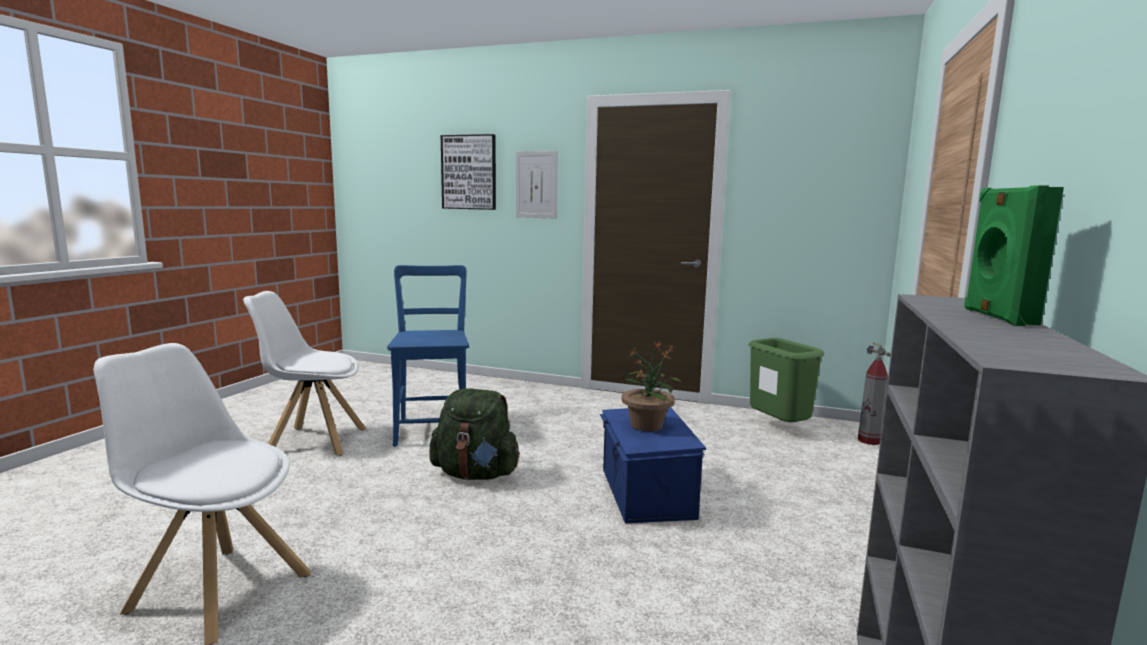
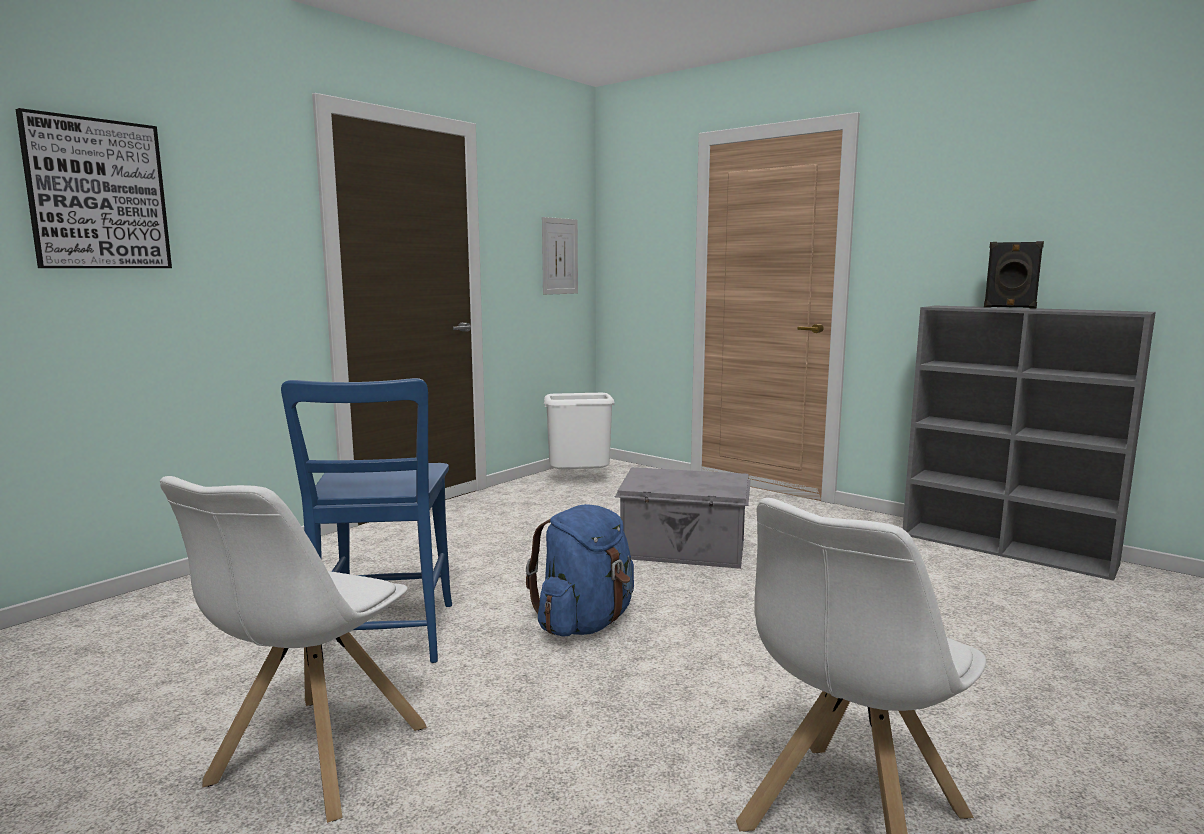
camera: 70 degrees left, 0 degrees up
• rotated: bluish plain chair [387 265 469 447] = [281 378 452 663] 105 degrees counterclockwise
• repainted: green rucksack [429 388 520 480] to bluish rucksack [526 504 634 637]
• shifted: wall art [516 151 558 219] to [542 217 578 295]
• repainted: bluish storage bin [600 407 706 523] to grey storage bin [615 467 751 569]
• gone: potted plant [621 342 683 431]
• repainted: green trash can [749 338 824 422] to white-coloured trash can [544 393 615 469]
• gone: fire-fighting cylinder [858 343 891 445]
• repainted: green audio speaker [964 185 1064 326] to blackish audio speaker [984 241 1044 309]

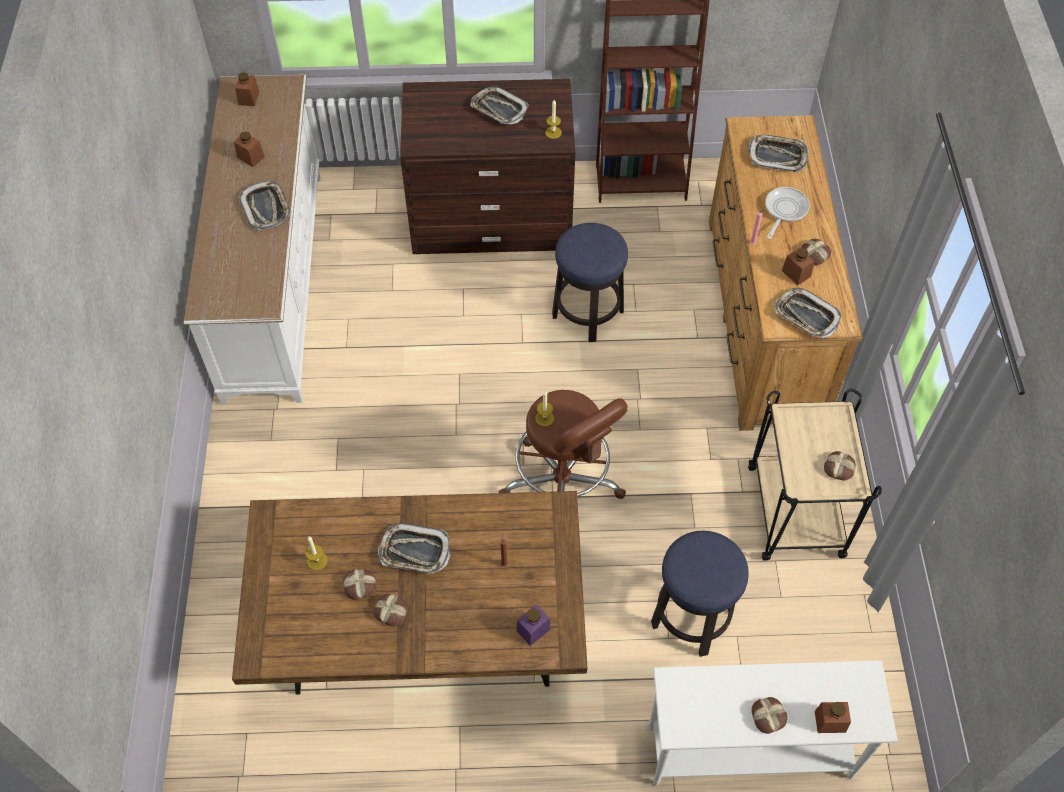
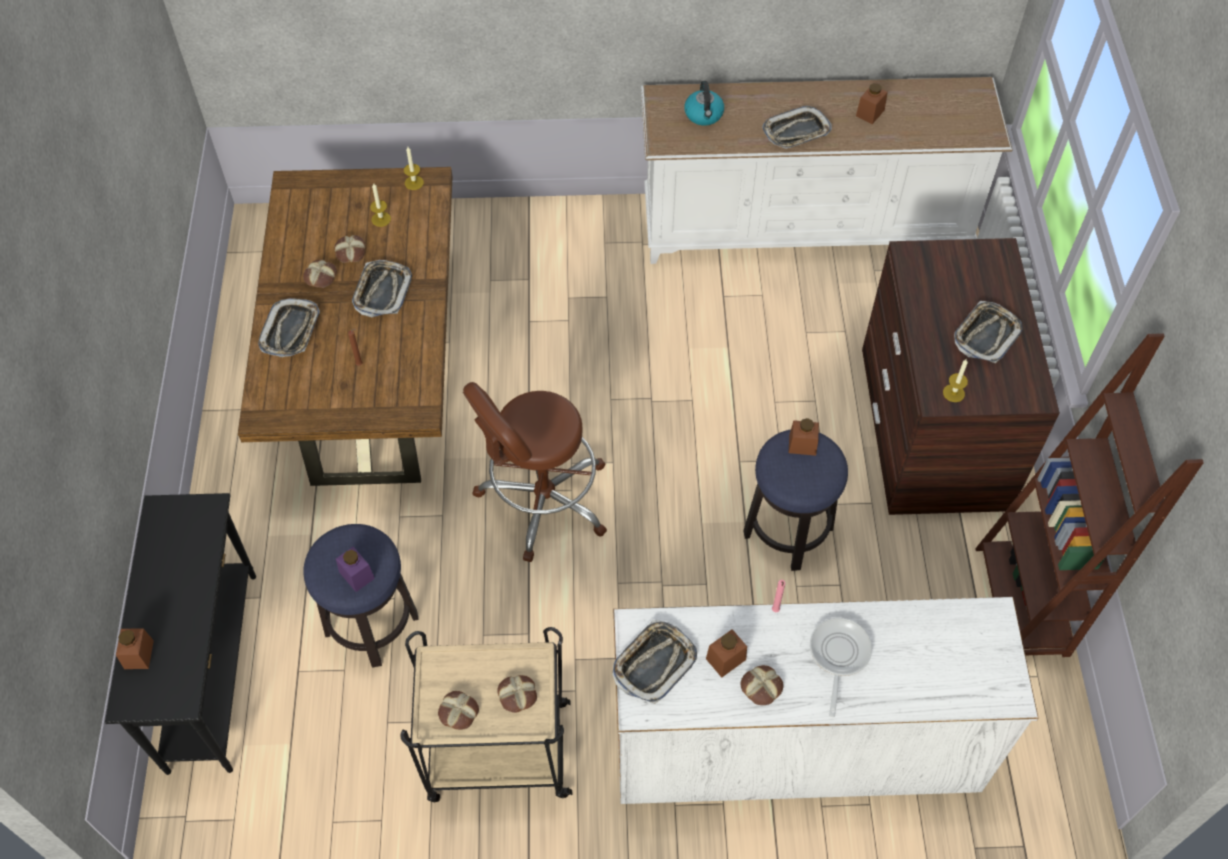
camera: 90 degrees right, 0 degrees up
• shifted: brownish preserve jar [235 72 259 106] to [789 418 819 456]
• shifted: purplish preserve jar [516 604 551 646] to [336 547 375 592]
• shifted: wax light [535 391 554 426] to [404 147 424 190]
• repainted: white-coloured narrow table [649 660 898 786] to blackish narrow table [105 493 256 775]
• repainted: brownish chest of drawers [709 115 863 431] to white-coloured chest of drawers [613 597 1039 804]
• shifted: tray [748 135 809 172] to [258 298 320 357]
• shifted: baked bread [752 697 788 734] to [497 675 537 713]
• rotated: pan [765 187 810 240] = [810 618 872 717] 105 degrees counterclockwise
• new: kettle [684 81 724 126]

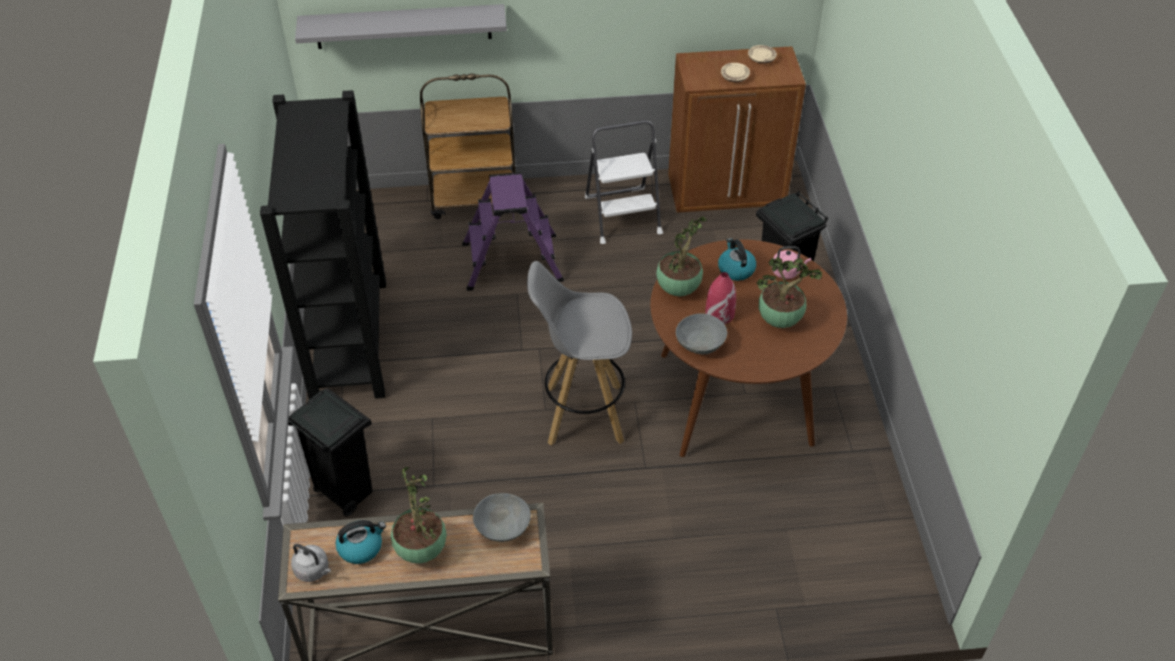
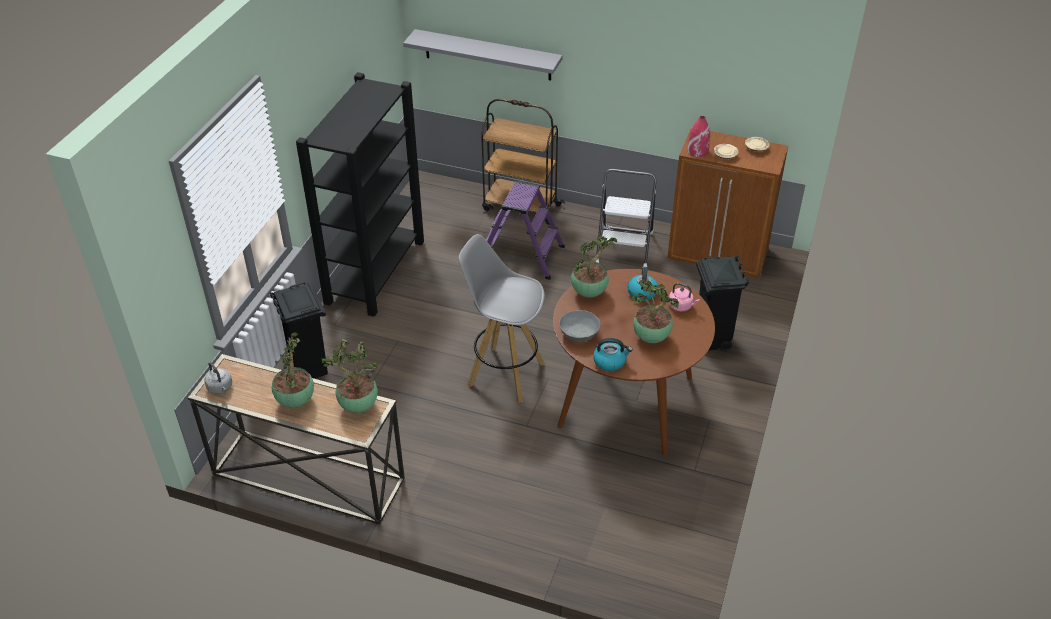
camera: 25 degrees right, 5 degrees down
• shifted: kettle [335 520 386 564] to [593 338 633 371]
• swapped: grey serving bowl [473 493 531 542] to potted plant [322 339 378 413]
• shifted: red flower vase [705 272 736 324] to [688 116 710 157]

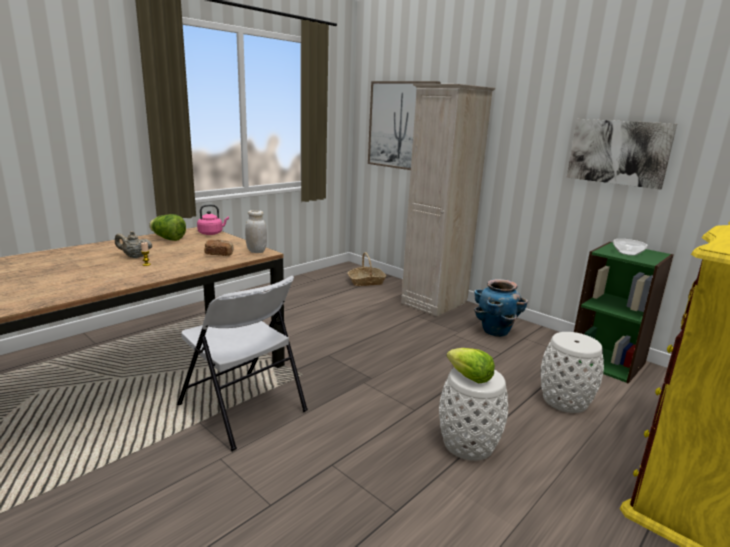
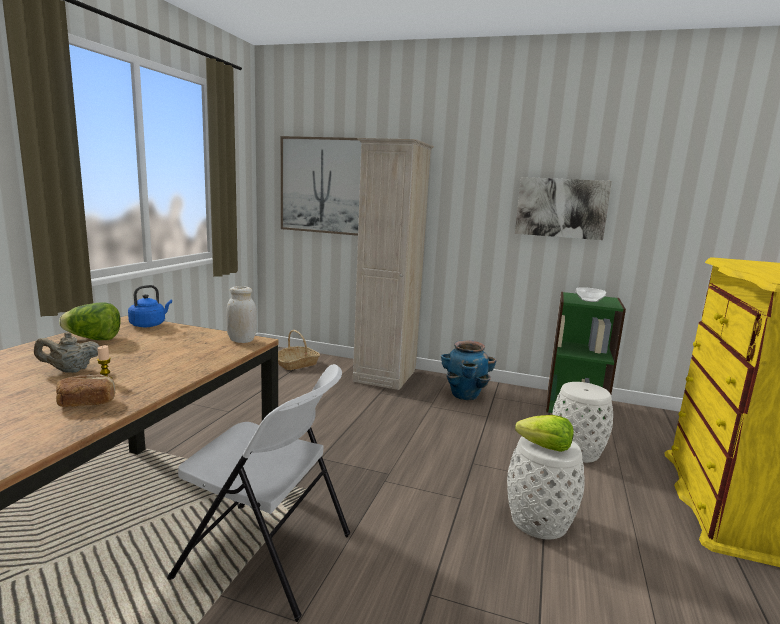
camera: 25 degrees left, 5 degrees down
• repainted: pink kettle [197 204 229 235] to bluish kettle [128 285 172 327]
• shifted: baked bread [204 240 233 256] to [56 375 115 407]

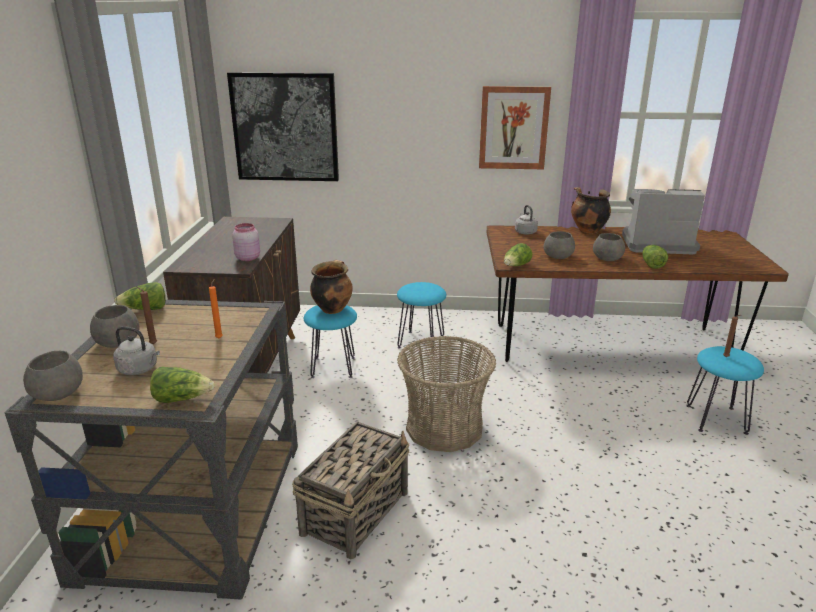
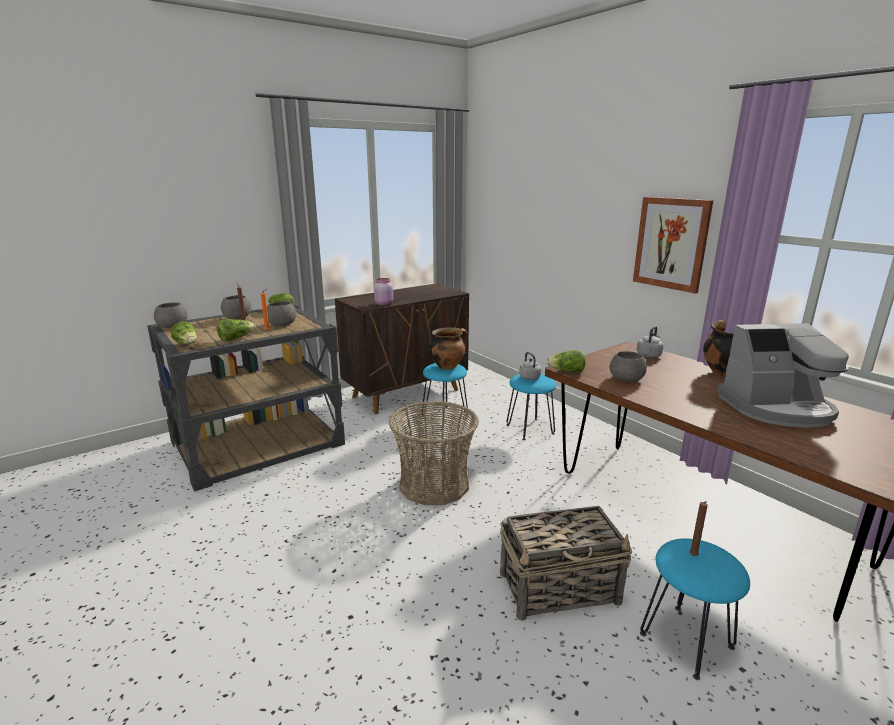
camera: 50 degrees right, 5 degrees down
• shifted: grey kettle [113 326 160 375] to [519 352 541 380]
• gone: wall art [227 72 339 181]
• shifted: household basket [292 421 410 559] to [500 506 632 621]
• shifted: grey serving bowl [593 233 625 261] to [267 301 296 326]
• rotated: coffee machine [622 189 705 254] = [717 323 849 428] 120 degrees clockwise
• shifted: lettuce head [642 245 668 269] to [217 319 256 341]

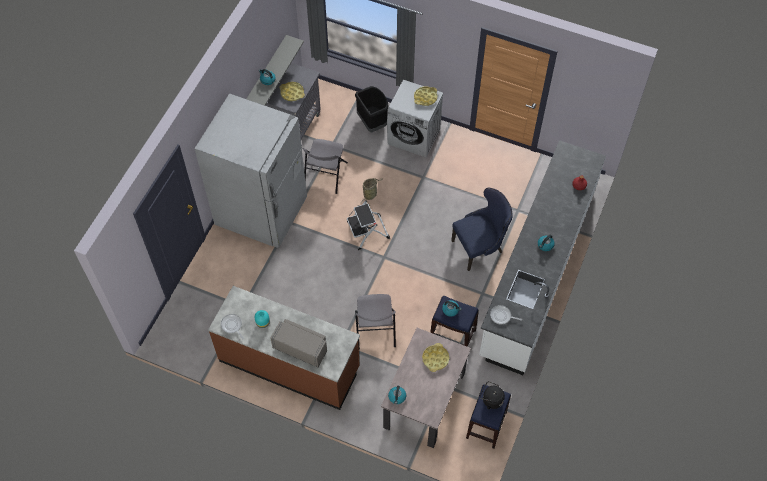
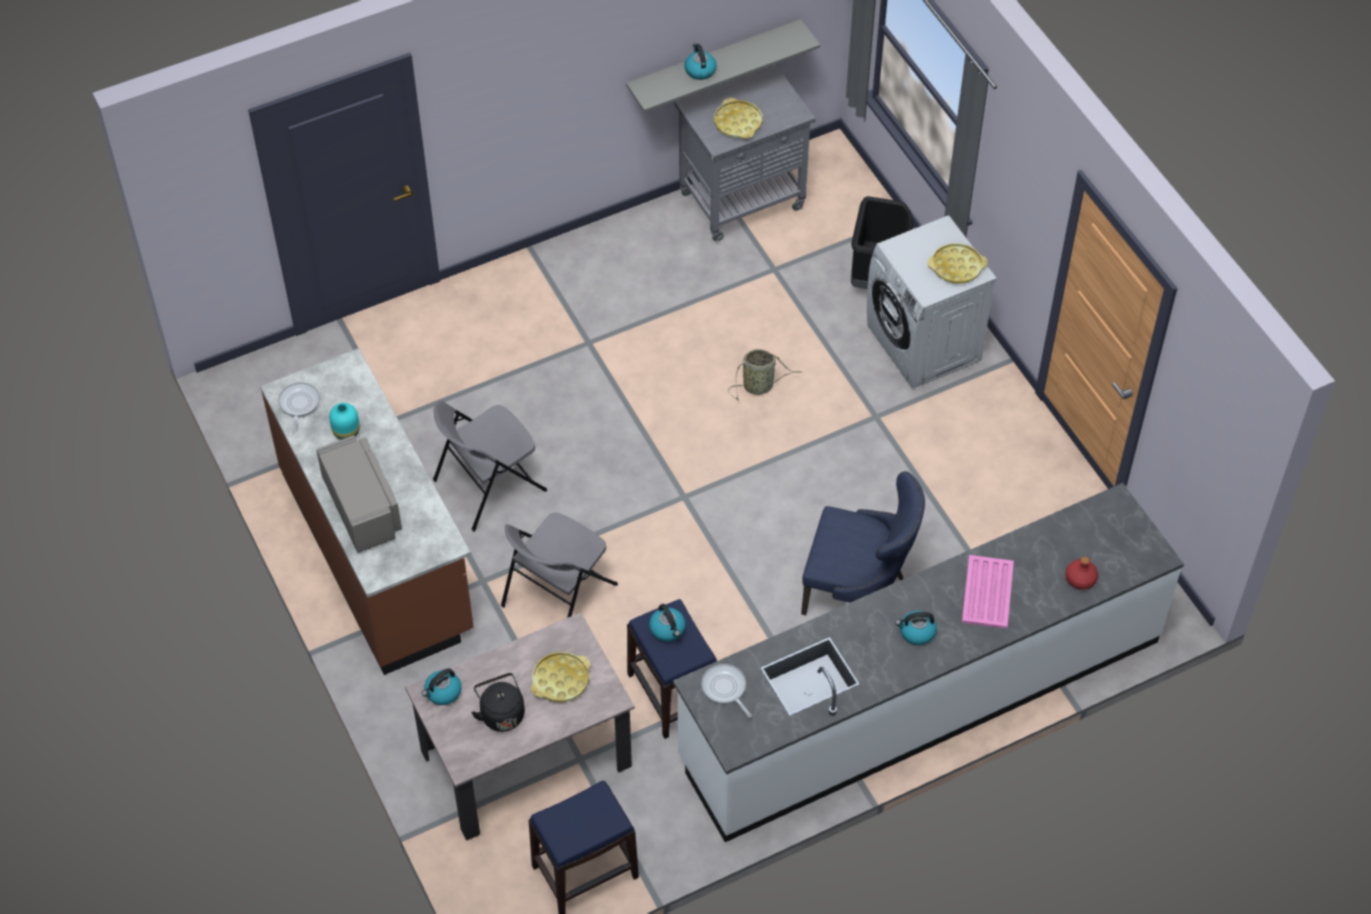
camera: 40 degrees right, 5 degrees down
• gone: white-coloured kitchen fridge [194 93 307 248]
• shifted: grey plain chair [302 139 348 194] to [433 400 547 532]
• gone: stepladder [347 200 390 250]
• shifted: blackish kettle [480 381 505 409] to [472 673 525 732]
• new: pink tray [962 555 1014 629]

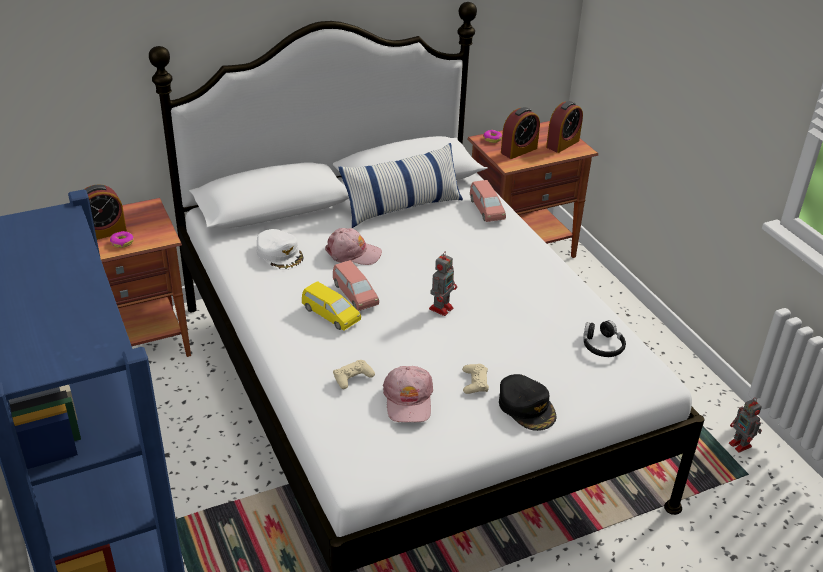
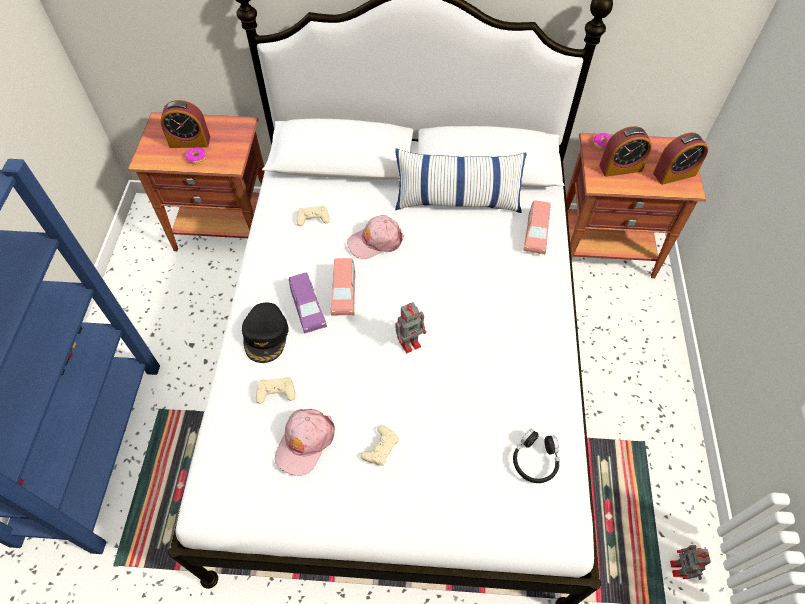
camera: 30 degrees right, 20 degrees up
• swapped: white-coloured baseball cap [256 229 304 270] to beige-coloured game controller [297 206 330 226]
• repainted: yellow model car [302 281 361 331] to purplish model car [289 272 327 334]
• rotated: pink baseball cap [325 228 382 265] = [347 215 404 259] 120 degrees clockwise
• shifted: blackish baseball cap [499 374 556 431] to [242 303 289 363]

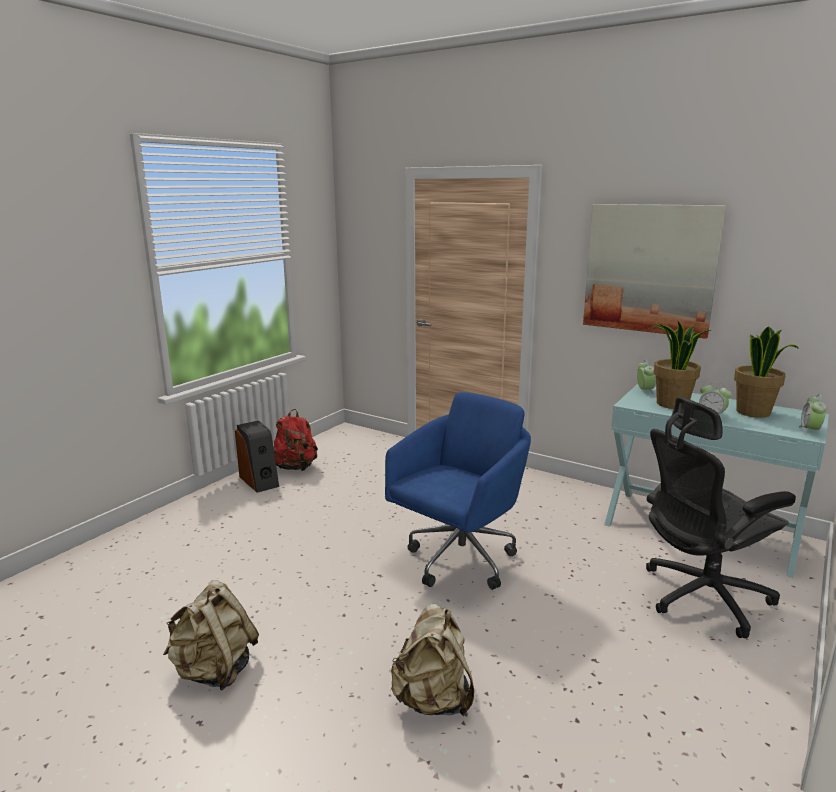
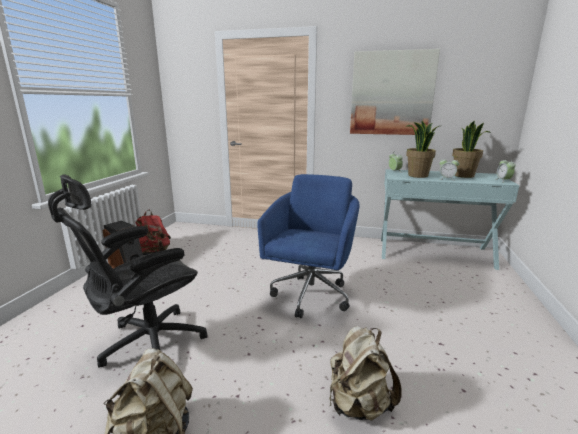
camera: 20 degrees left, 0 degrees up
• shifted: desk chair [646 397 796 638] to [48 174 207 368]

